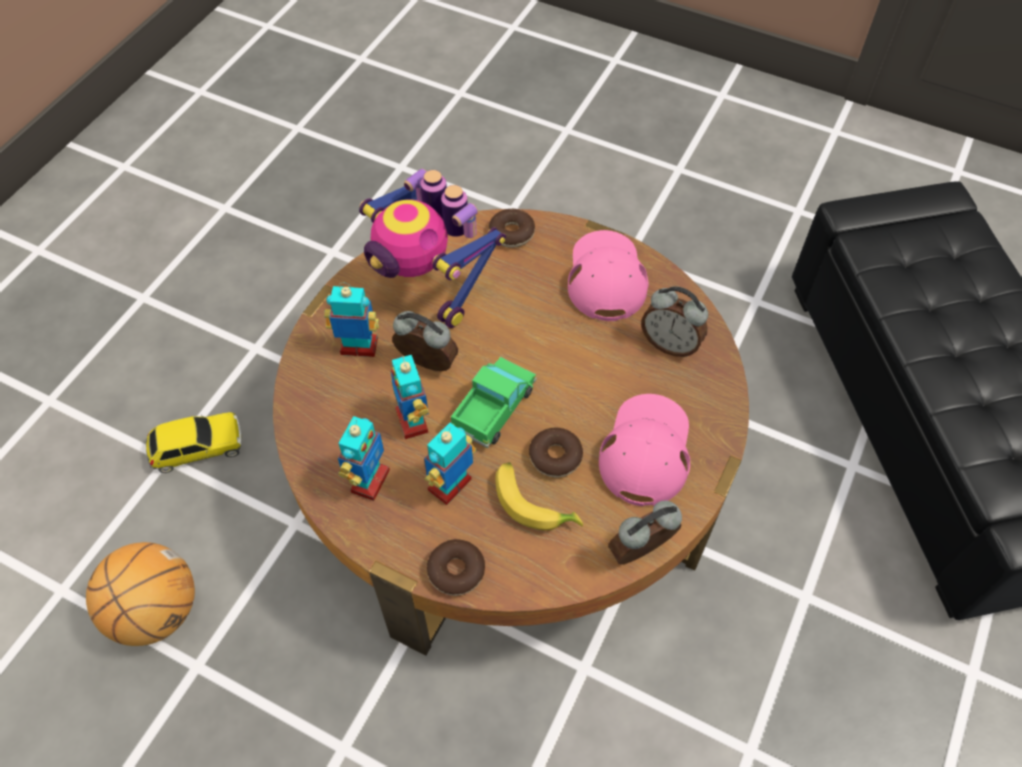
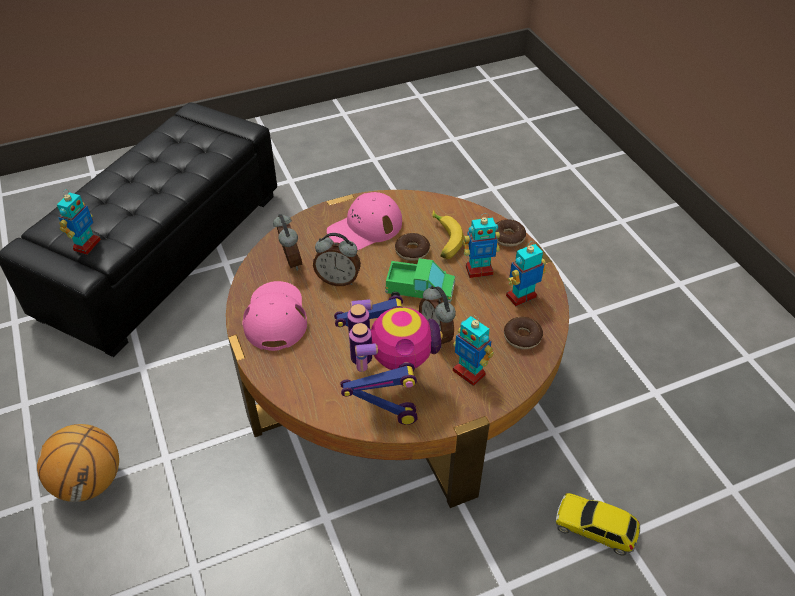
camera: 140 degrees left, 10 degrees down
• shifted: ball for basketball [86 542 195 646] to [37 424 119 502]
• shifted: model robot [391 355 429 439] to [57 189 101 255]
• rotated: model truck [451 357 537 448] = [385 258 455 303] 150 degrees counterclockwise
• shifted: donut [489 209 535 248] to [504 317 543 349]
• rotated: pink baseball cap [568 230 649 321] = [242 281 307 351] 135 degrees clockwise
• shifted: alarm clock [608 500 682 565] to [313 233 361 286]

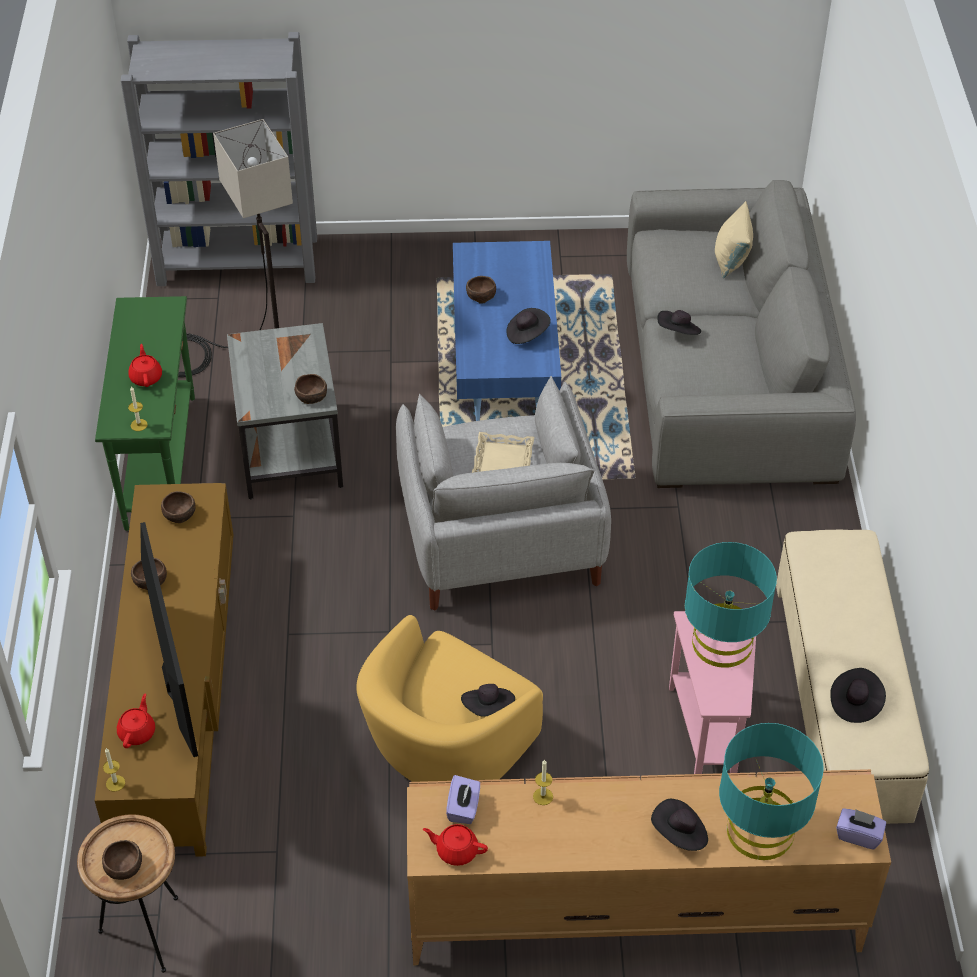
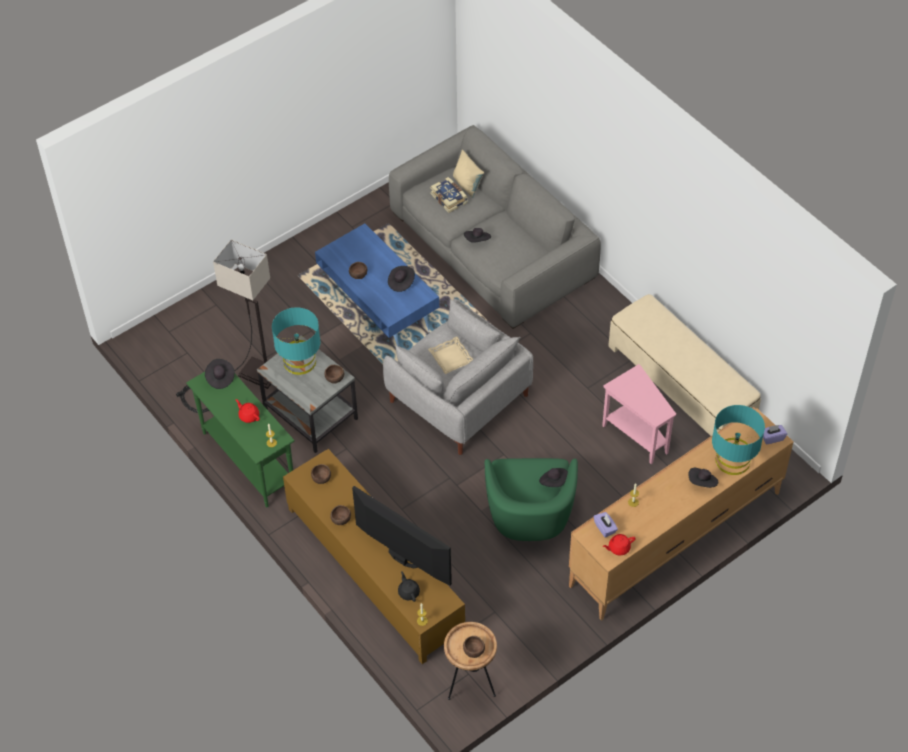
camera: 35 degrees left, 5 degrees up
• repainted: red teapot [117 694 155 748] to blackish teapot [398 571 420 602]
• gone: grey bookcase [121 32 317 286]
• repainted: yellow armchair [356 615 543 782] to green armchair [485 458 578 541]
• shifted: blue-green tabletop lamp [685 542 777 668] to [272 307 321 375]
• shifted: blackish clothing hat [830 668 886 723] to [205 359 235 389]
• new: bound book [430 177 468 213]

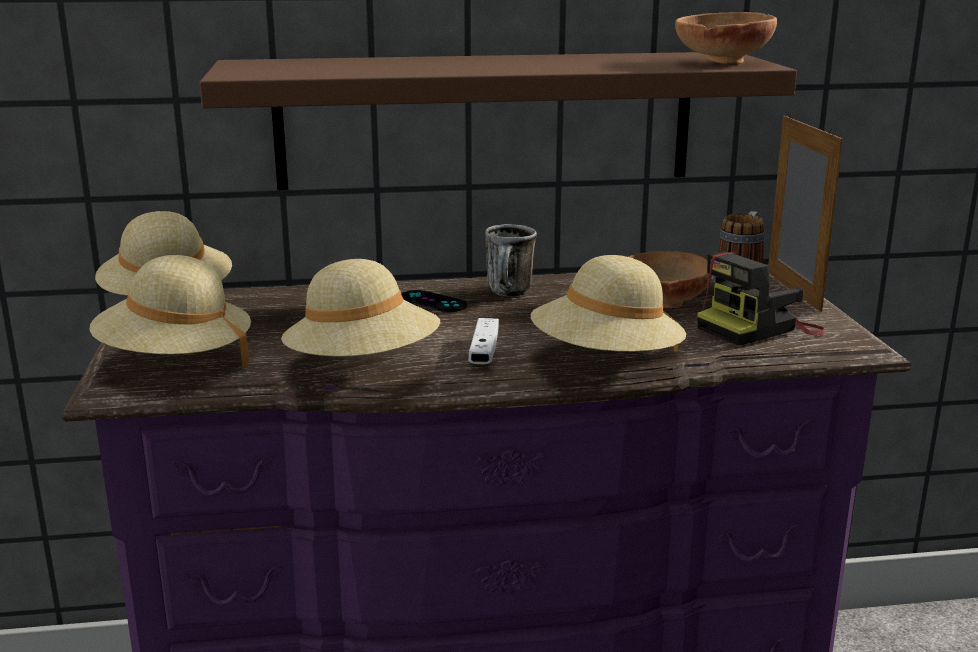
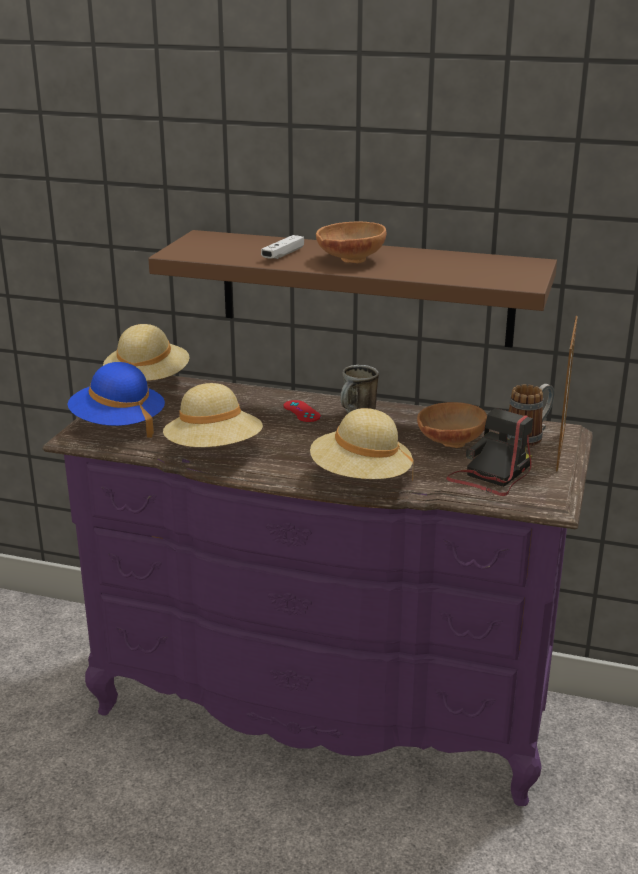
camera: 25 degrees right, 5 degrees up
• repainted: beige-coloured clothing hat [89 255 251 367] to bluish clothing hat [67 362 165 438]
• repainted: blackish game controller [401 290 467 312] to red game controller [284 400 321 422]
• shifted: white-coloured game controller [468 318 499 364] to [261 235 304 259]
• shifted: brownish serving bowl [675 12 777 64] to [316 222 386 263]
• rotated: still camera [697 252 826 346] = [446 408 533 496] 135 degrees clockwise

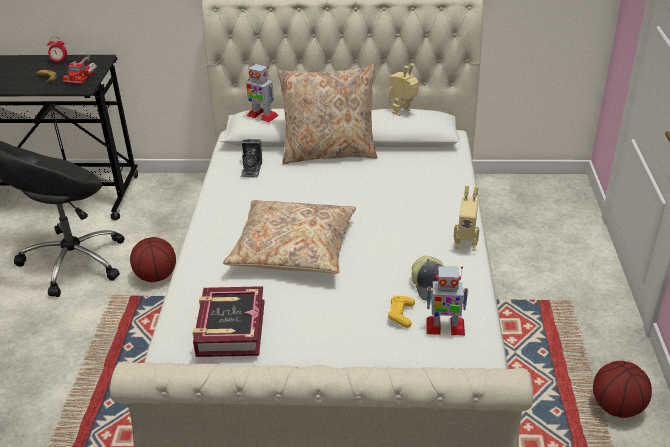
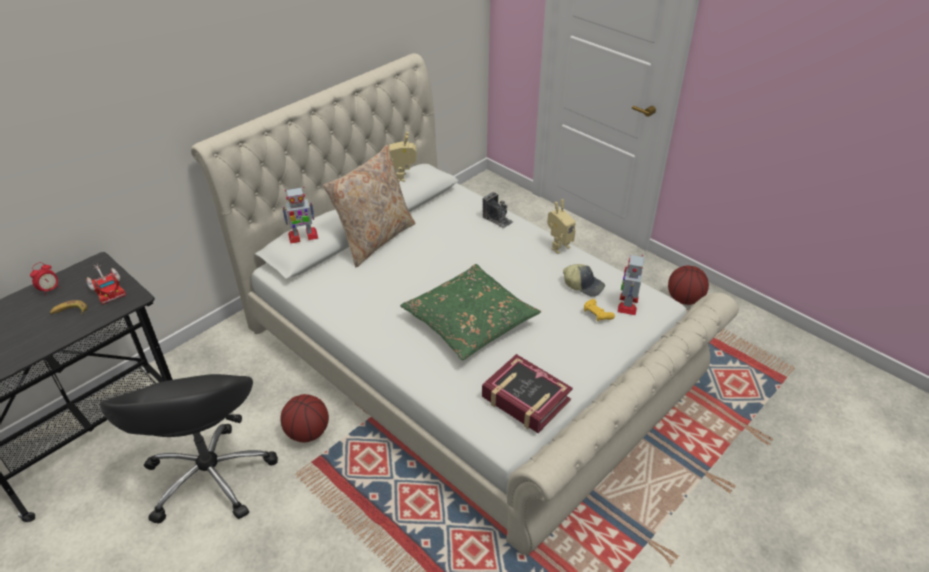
camera: 50 degrees left, 5 degrees up
• repainted: beige-coloured cushion [223 200 356 274] to green cushion [400 264 541 360]
• shifted: still camera [241 139 262 178] to [482 192 513 229]
• rotated: model robot [426 266 469 336] = [617 255 644 315] 150 degrees clockwise

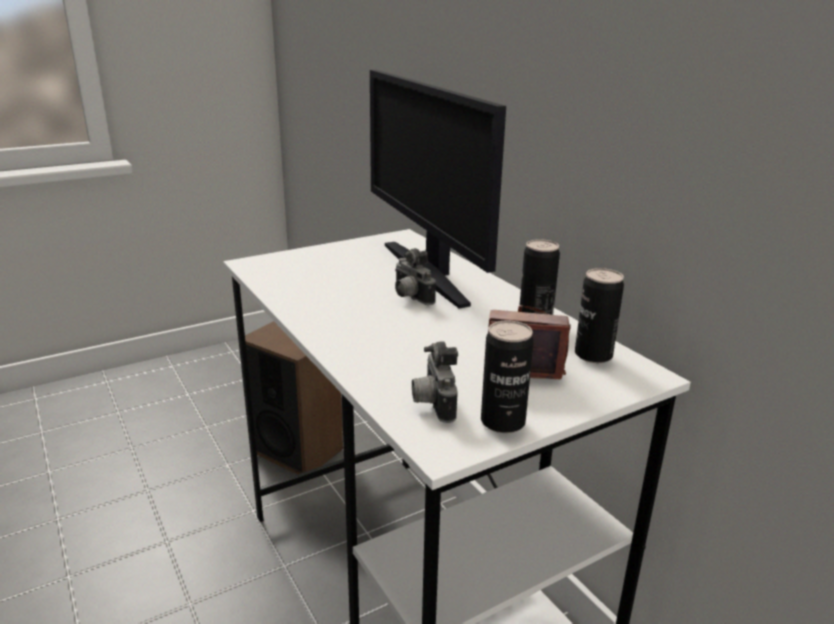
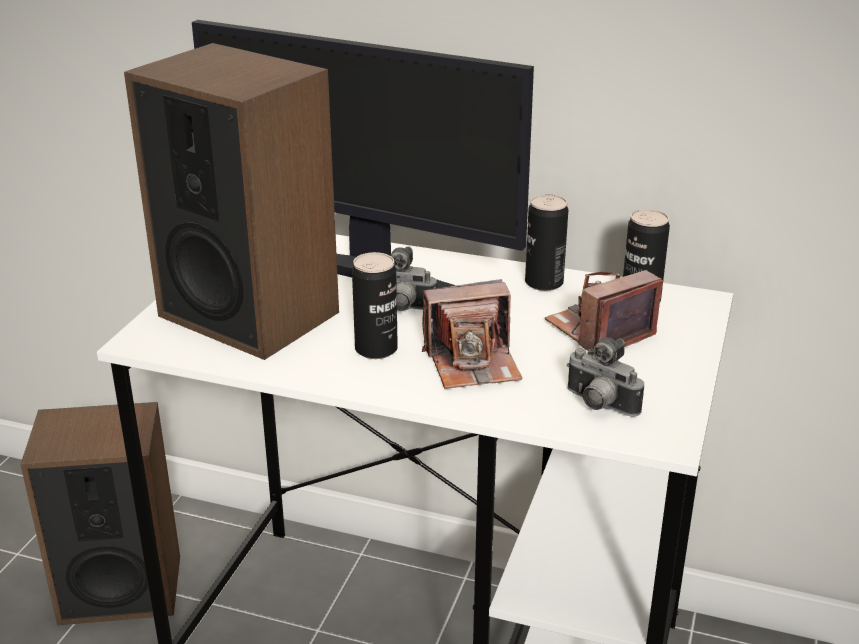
camera: 40 degrees left, 5 degrees up
• shifted: metal can [481 320 534 433] to [352 252 398 359]
• new: audio speaker [124 43 339 360]
• new: still camera [422 279 522 389]

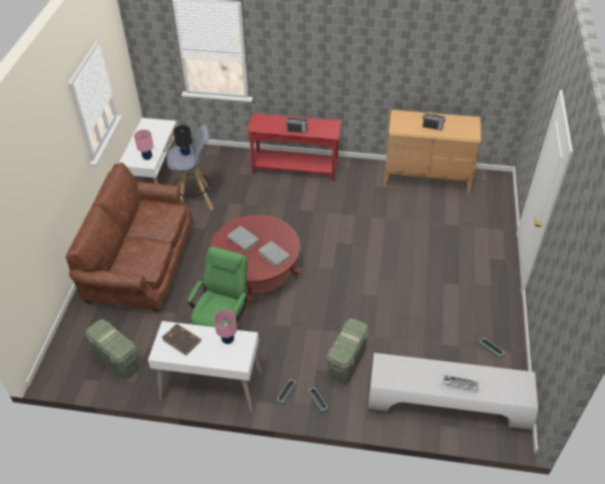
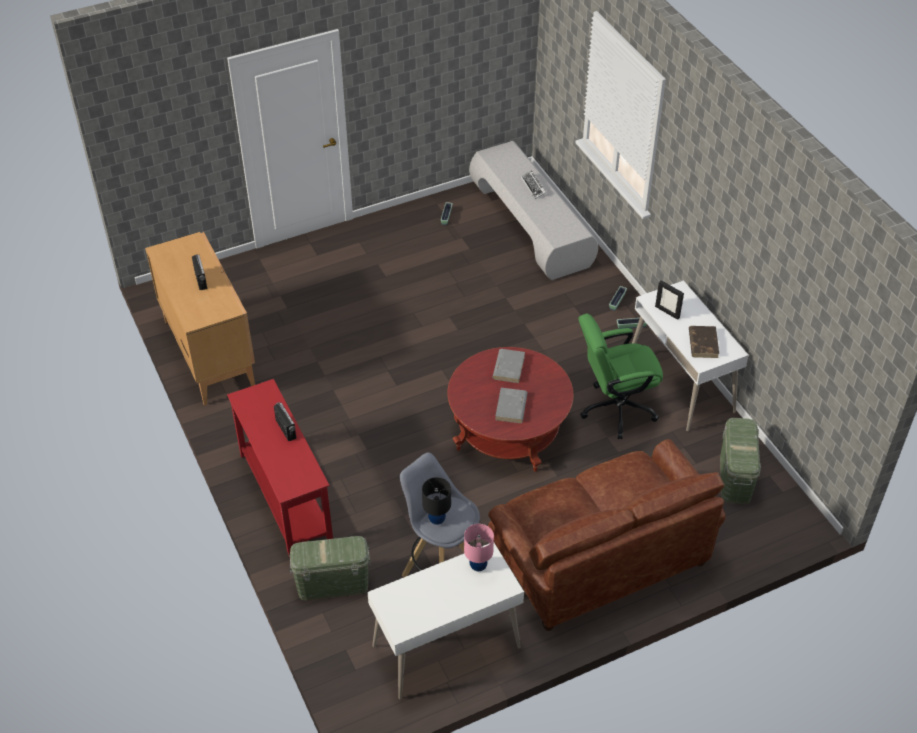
camera: 125 degrees left, 0 degrees up
• swapped: pink tabletop lamp [214 309 237 344] to standing frame [655 280 684 320]
• shifted: green storage bin [327 318 369 385] to [288 536 371 600]

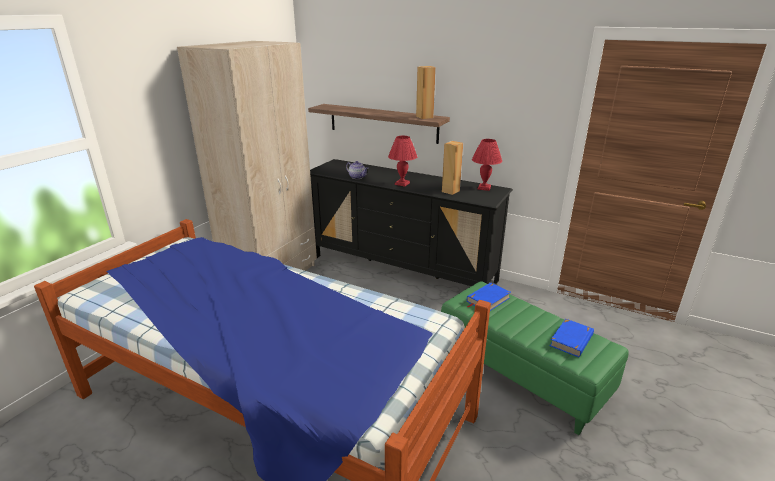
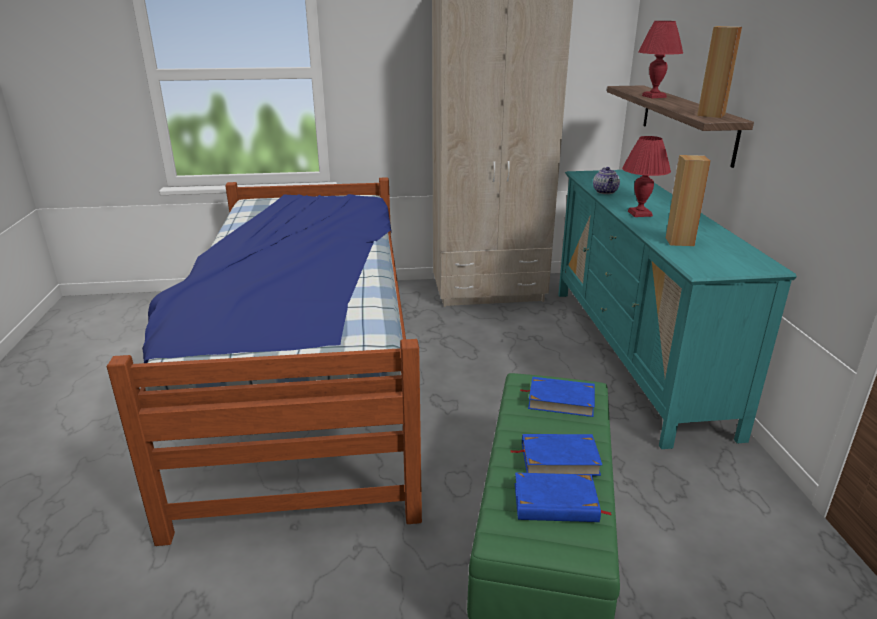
camera: 55 degrees right, 0 degrees up
• repainted: blackish chest of drawers [310 159 513 286] to blue-green chest of drawers [558 170 797 449]
• shifted: red tabletop lamp [472 139 502 191] to [638 21 683 98]
• new: bluish bound book [510 434 602 476]

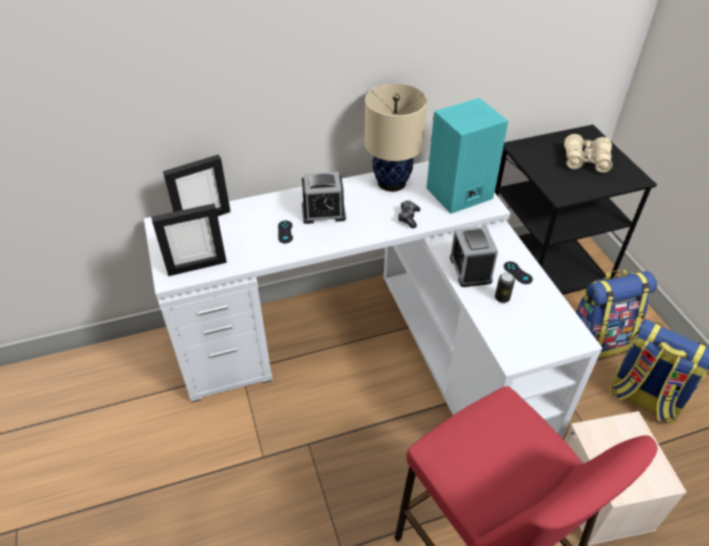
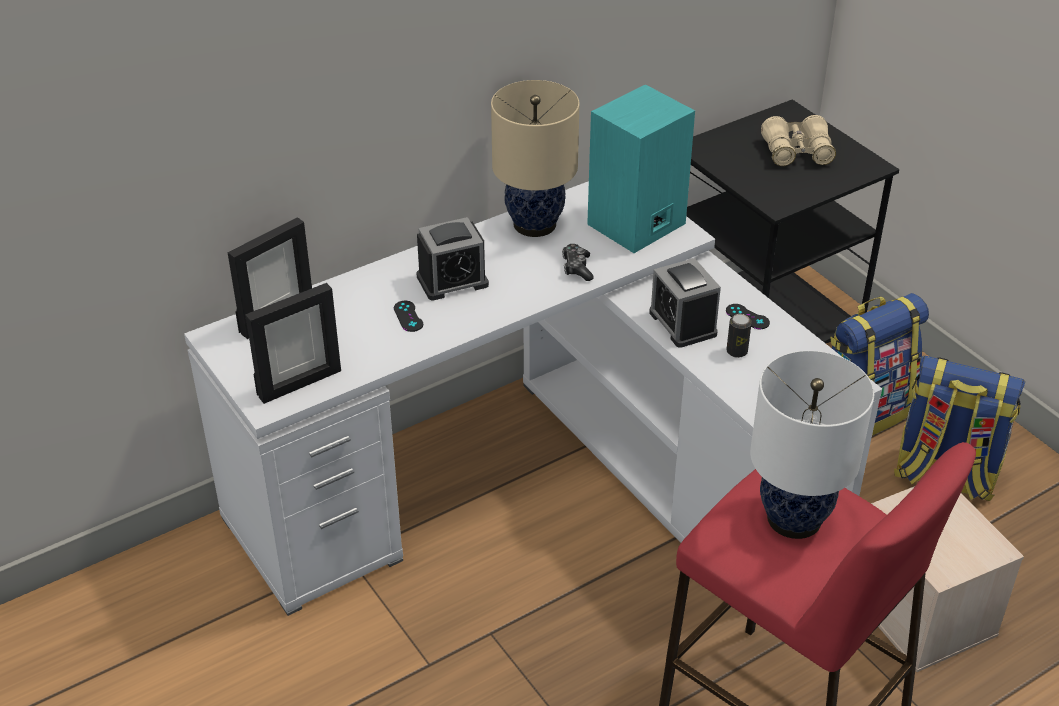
camera: 15 degrees left, 5 degrees down
• new: white-coloured tabletop lamp [750 351 874 539]

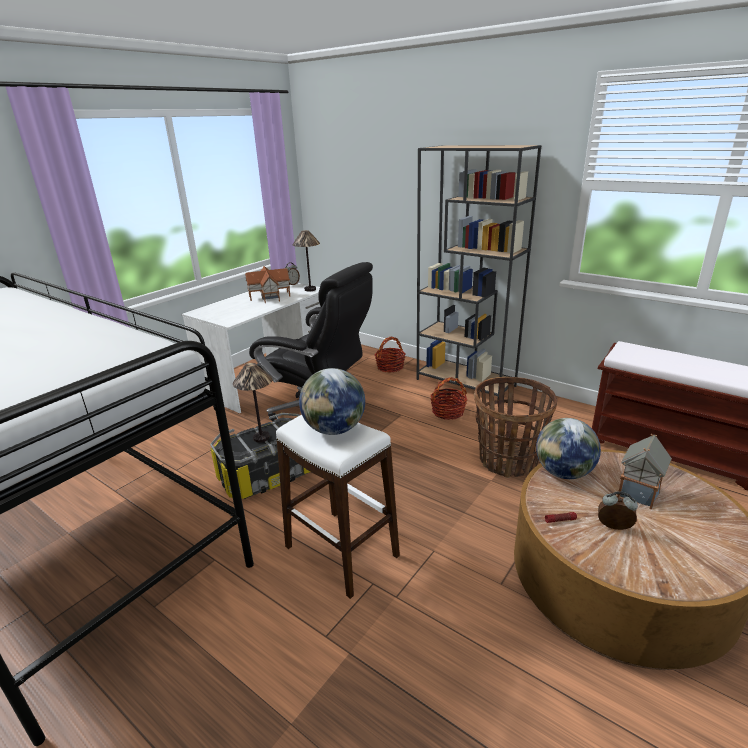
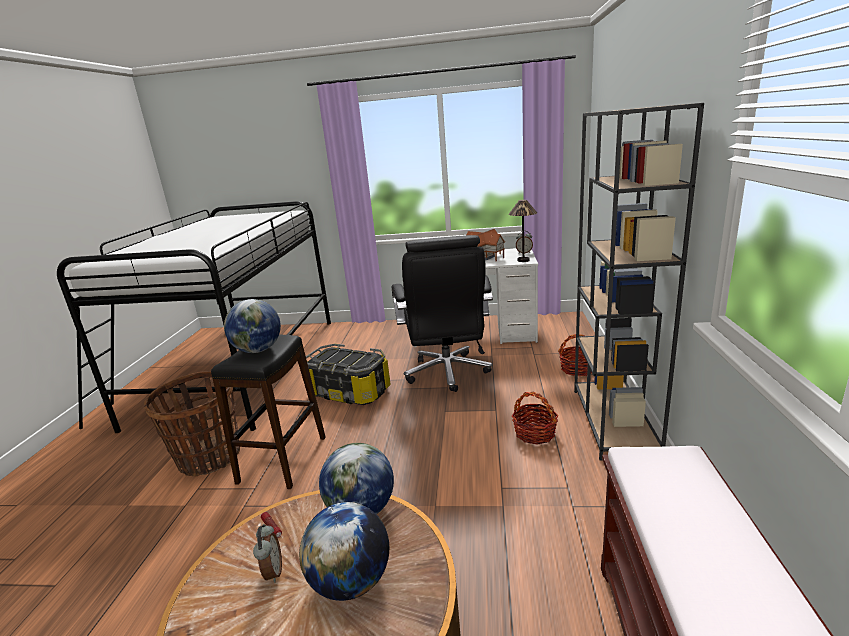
camera: 60 degrees right, 5 degrees down
• gone: tabletop lamp [233 363 273 443]
• repainted: white-coloured stool [276 415 400 599] to blackish stool [211 335 326 489]
• shifted: household basket [474 377 557 478] to [144 371 240 476]
• swapped: toy house [617 434 672 510] to world globe [299 502 389 601]

